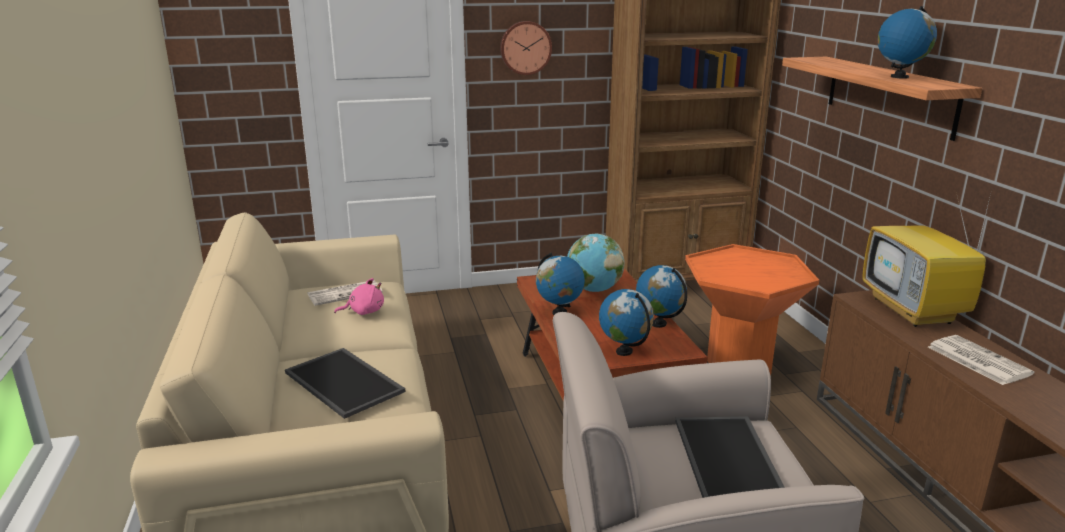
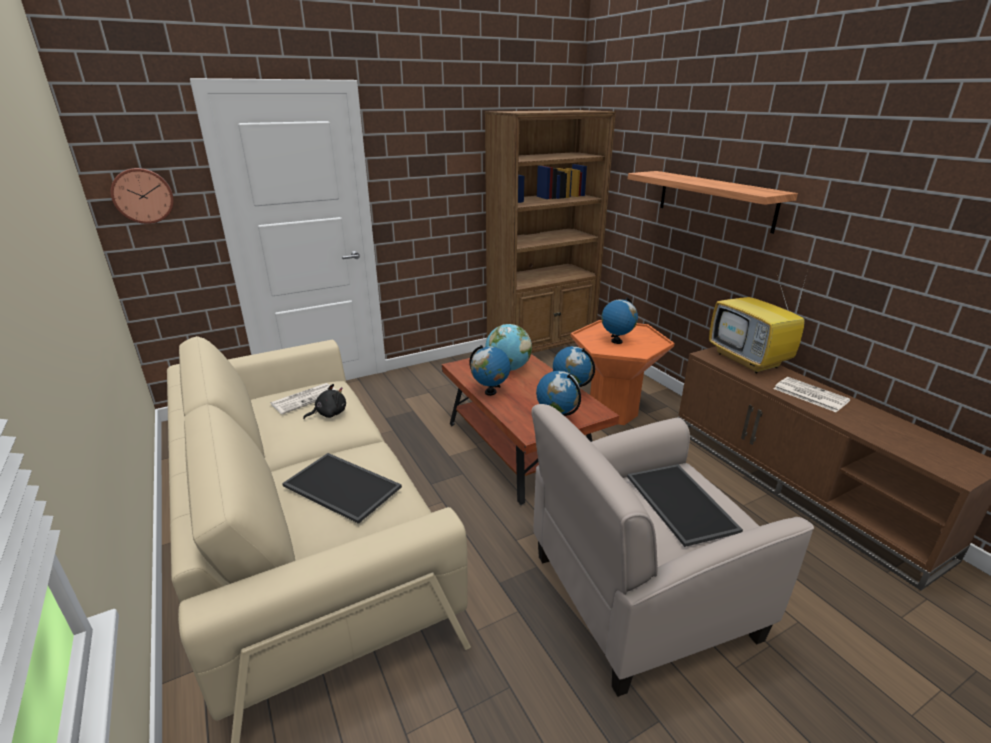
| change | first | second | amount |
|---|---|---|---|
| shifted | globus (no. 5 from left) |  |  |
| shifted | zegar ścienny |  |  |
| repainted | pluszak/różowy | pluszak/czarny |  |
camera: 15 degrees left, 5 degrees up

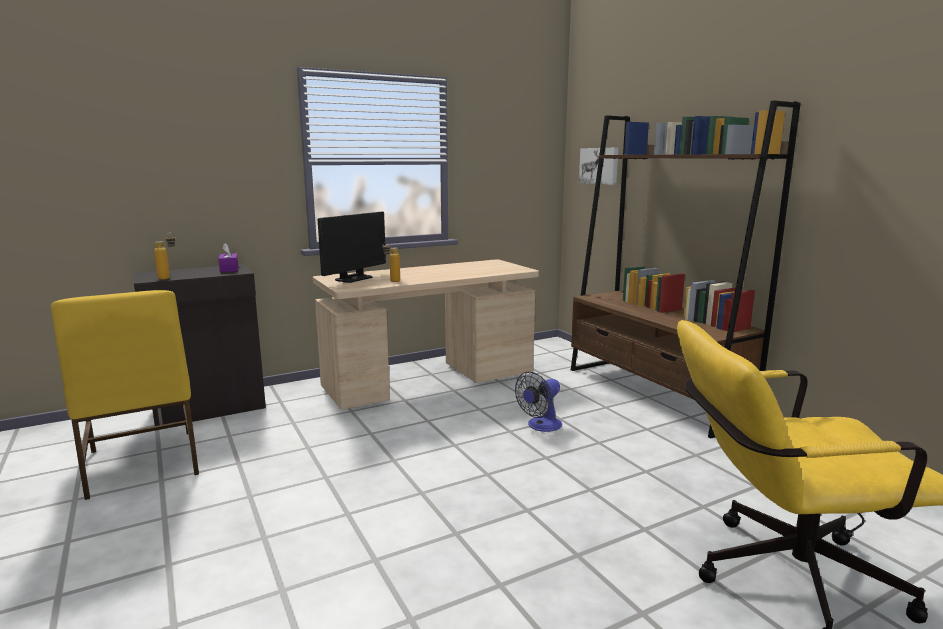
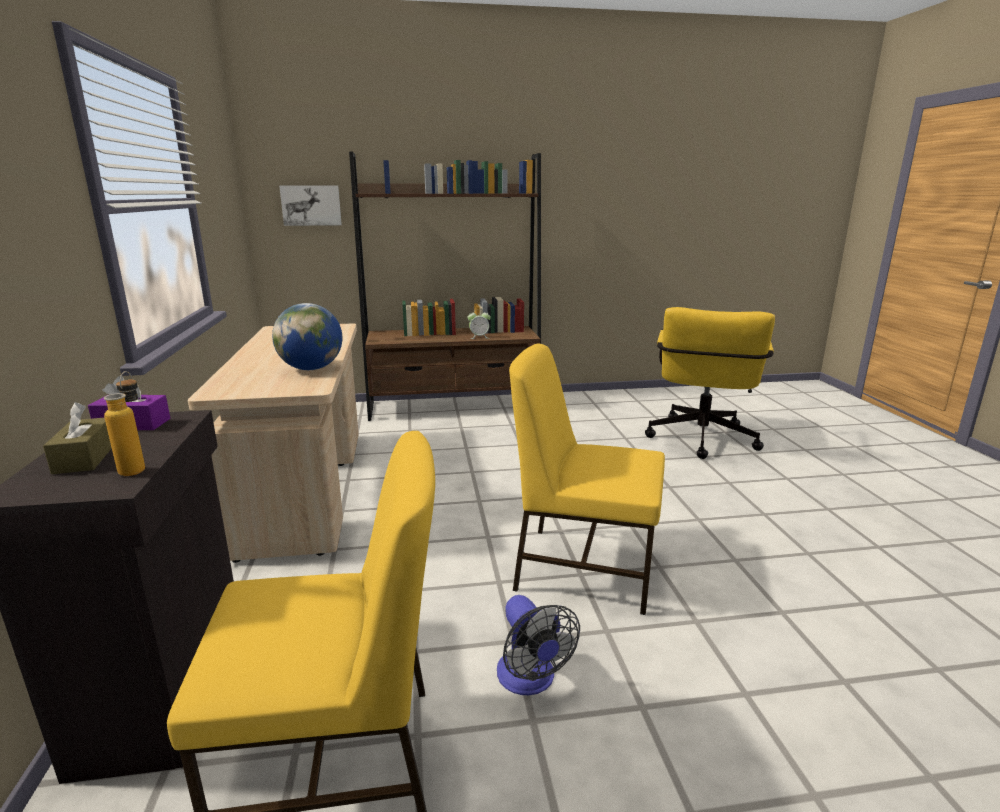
| change | first | second | amount |
|---|---|---|---|
| gone | monitor |  |  |
| swapped | butelka (no. 2 from left) | globus |  |
| shifted | wentylator |  |  |
| new |  | budzik |  |
| new |  | krzesło/żółty (no. 2 from left) |  |
| new |  | pudełko chusteczek/brązowy |  |
camera: 70 degrees left, 5 degrees up

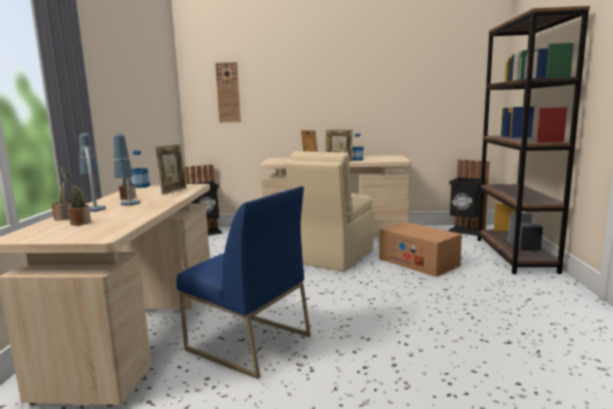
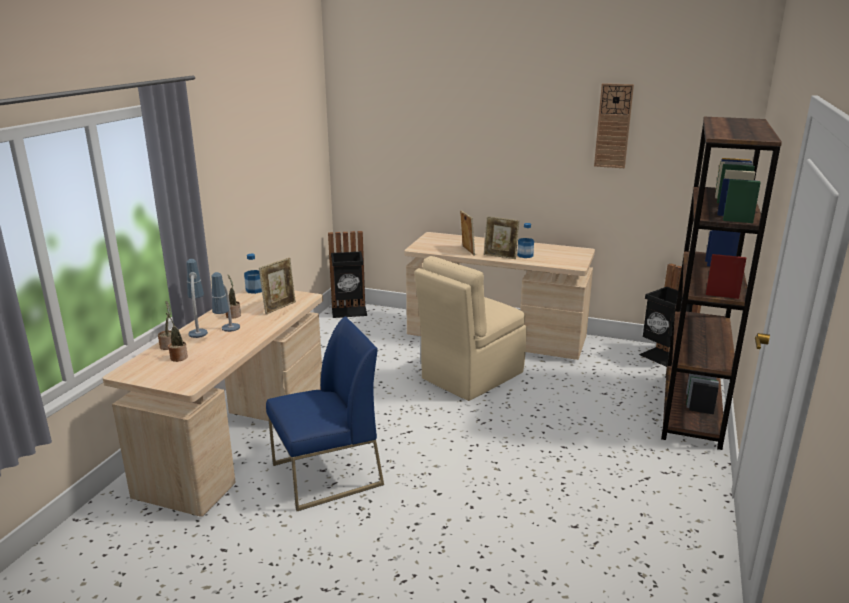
| change | first | second | amount |
|---|---|---|---|
| shifted | zegar ścienny |  |  |
| rotated | krzesło/niebieski |  | 75 degrees counterclockwise |
| gone | karton |  |  |
camera: 15 degrees right, 10 degrees up

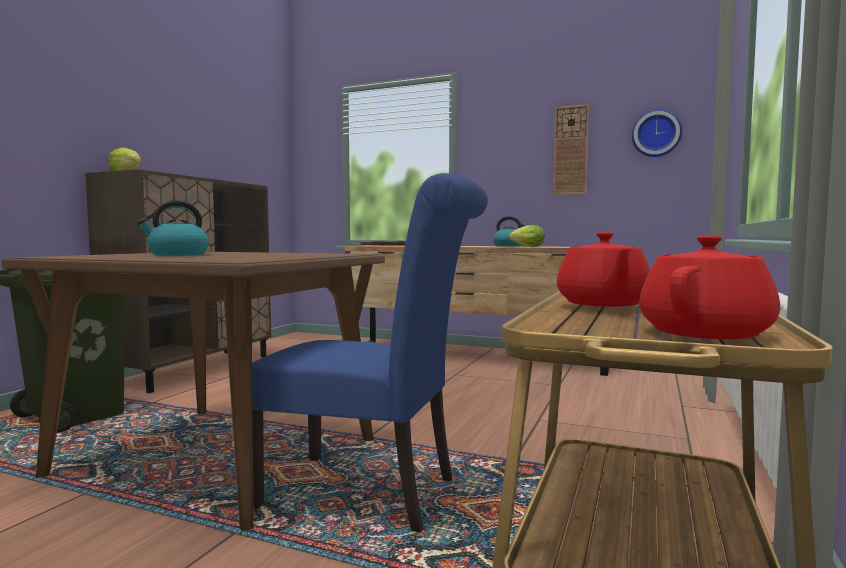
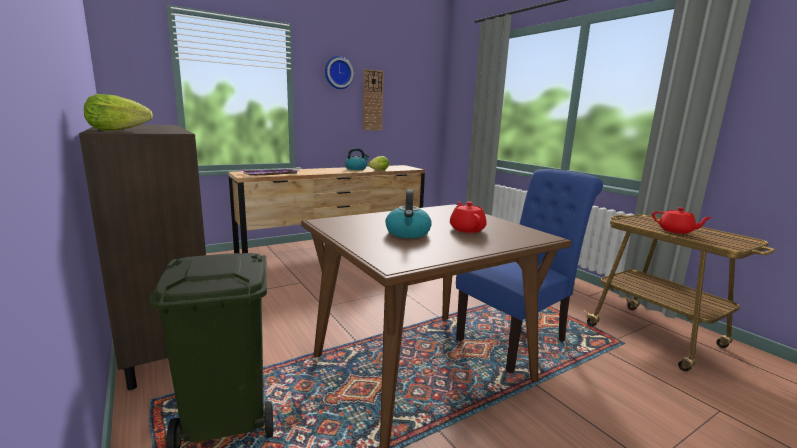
| change | first | second | amount |
|---|---|---|---|
| shifted | zegar ścienny (no. 2 from left in the first image) | zegar ścienny (no. 1 from left) |  |
| shifted | imbryk/czerwony (no. 2 from left in the first image) | imbryk/czerwony (no. 1 from left) |  |
camera: 55 degrees left, 10 degrees up

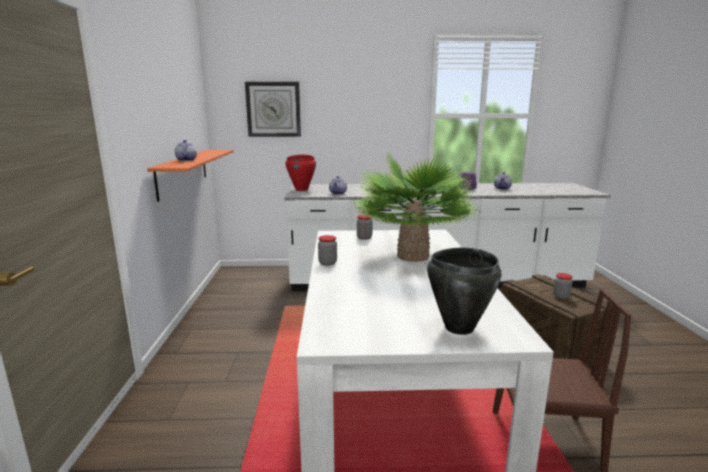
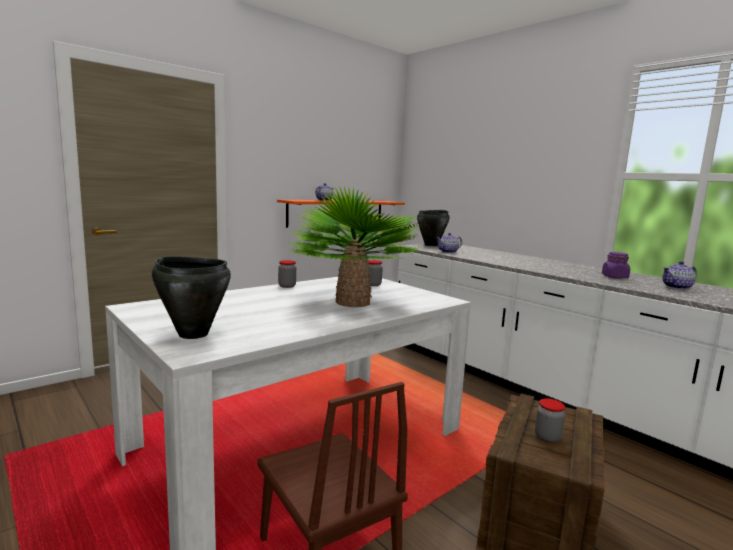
| change | first | second | amount |
|---|---|---|---|
| gone | zegar ścienny |  |  |
| repainted | garnek/czerwony | garnek/czarny (no. 2 from left) |  |
camera: 50 degrees right, 5 degrees down

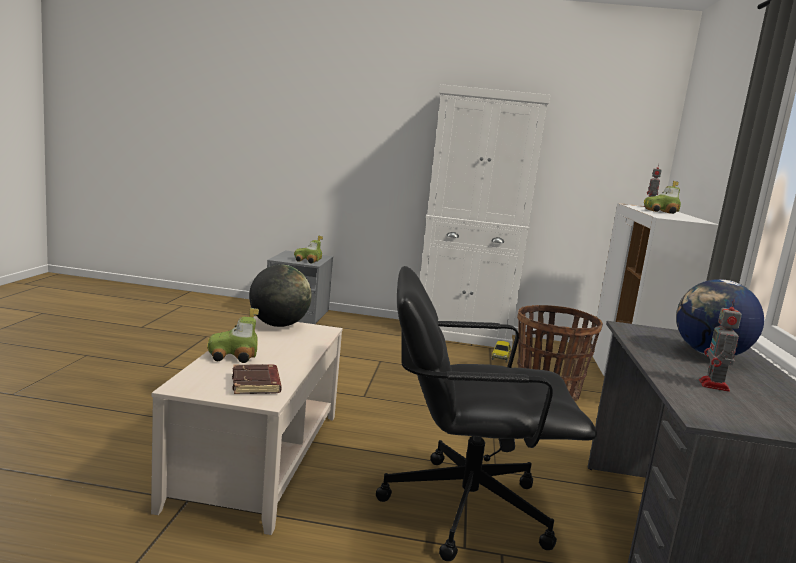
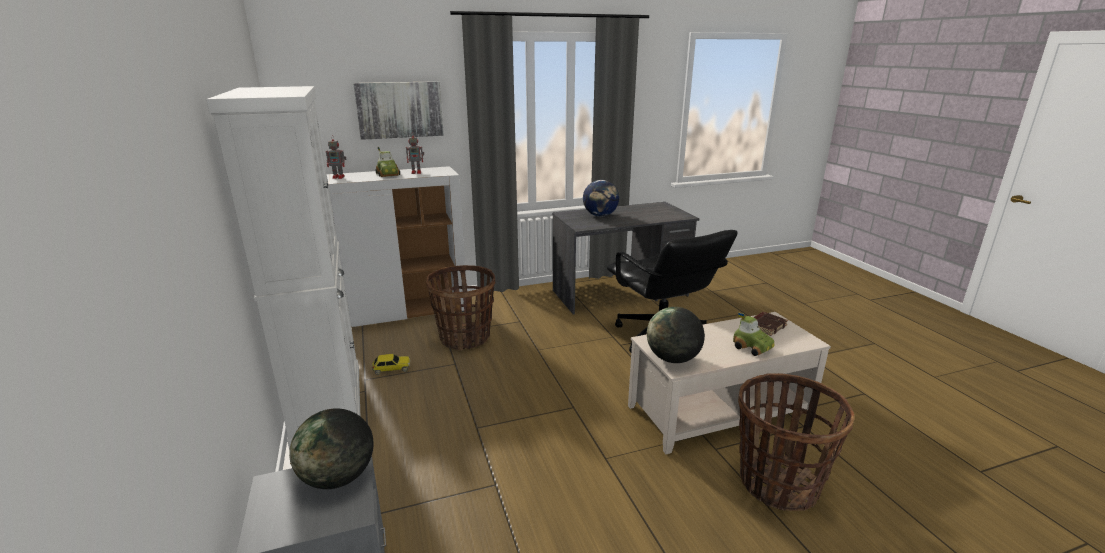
| change | first | second | amount |
|---|---|---|---|
| swapped | samochodzik (no. 2 from left) | globus (no. 1 from left) |  |
| shifted | robot zabawkowy (no. 2 from left) |  |  |
| new |  | obraz |  |
| new |  | koszyk (no. 2 from left) |  |
camera: 115 degrees left, 10 degrees up

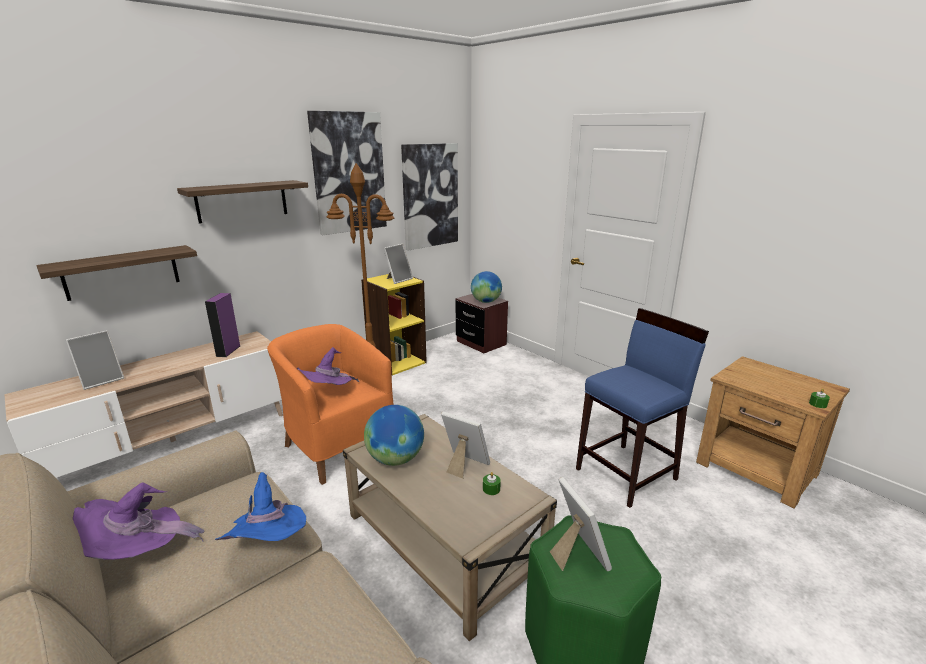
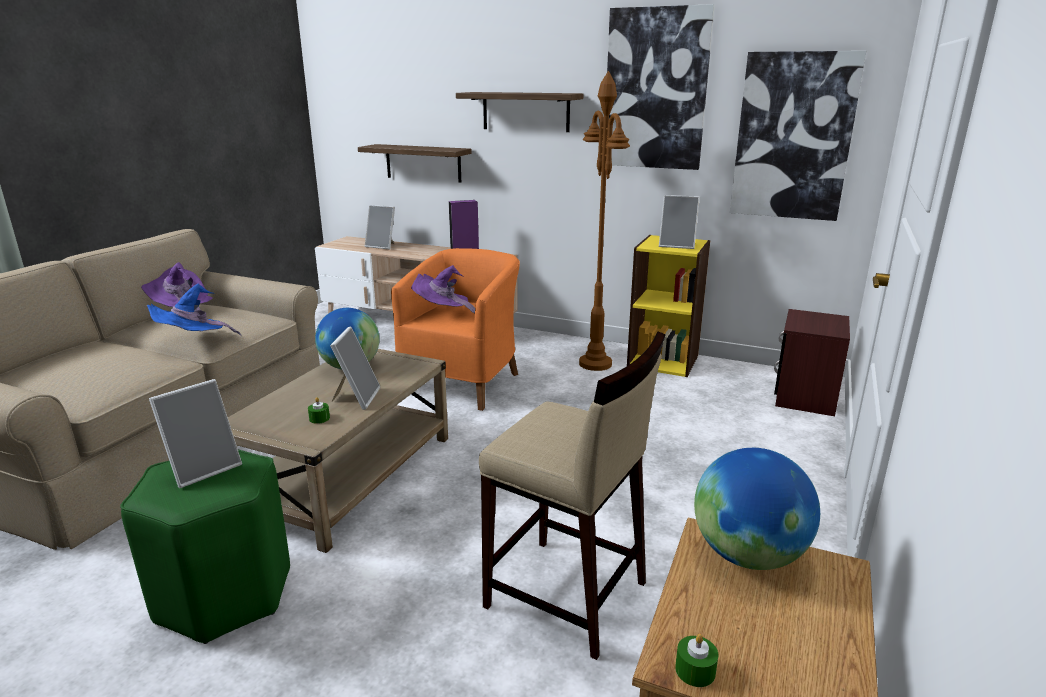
| change | first | second | amount |
|---|---|---|---|
| shifted | globus (no. 2 from left) |  |  |
| repainted | stołek/niebieski | stołek/beżowy |  |
camera: 65 degrees right, 0 degrees up

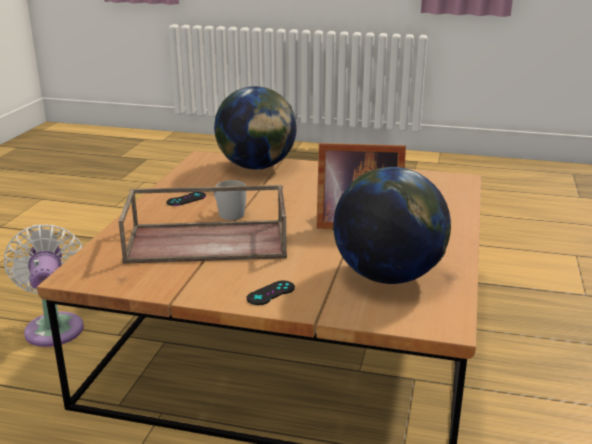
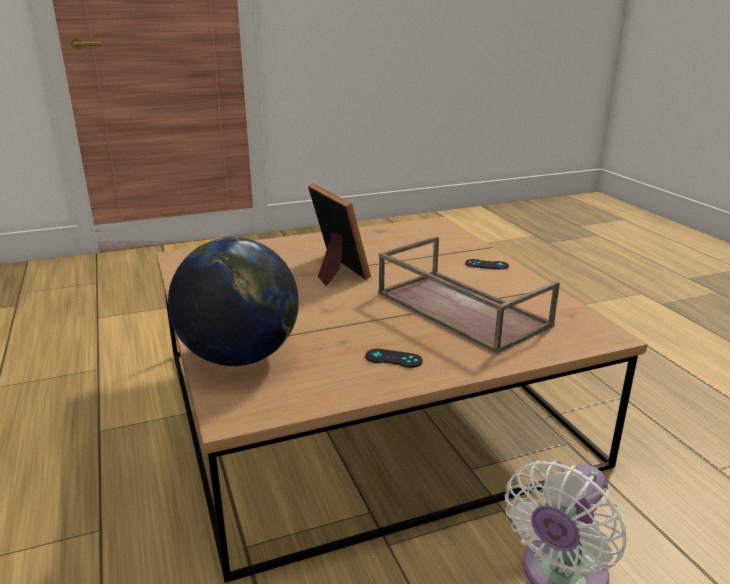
| change | first | second | amount |
|---|---|---|---|
| gone | globus (no. 2 from left) |  |  |
| gone | kubek/biały |  |  |
camera: 125 degrees left, 0 degrees up

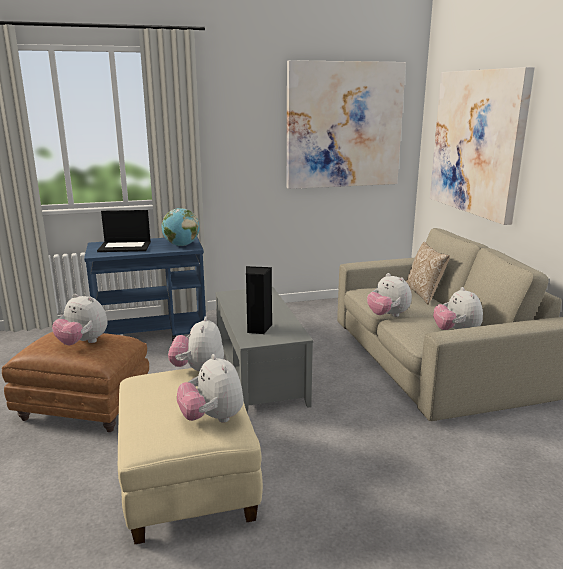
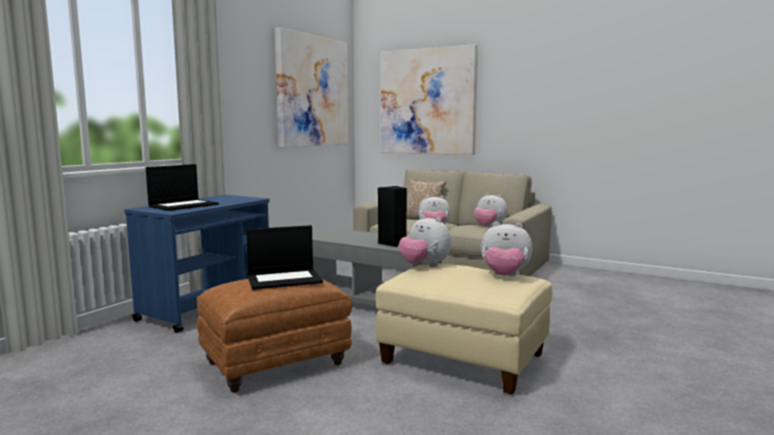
| change | first | second | amount |
|---|---|---|---|
| gone | globus |  |  |
| swapped | pluszak (no. 1 from left) | laptop (no. 2 from left) |  |
camera: 45 degrees left, 10 degrees down

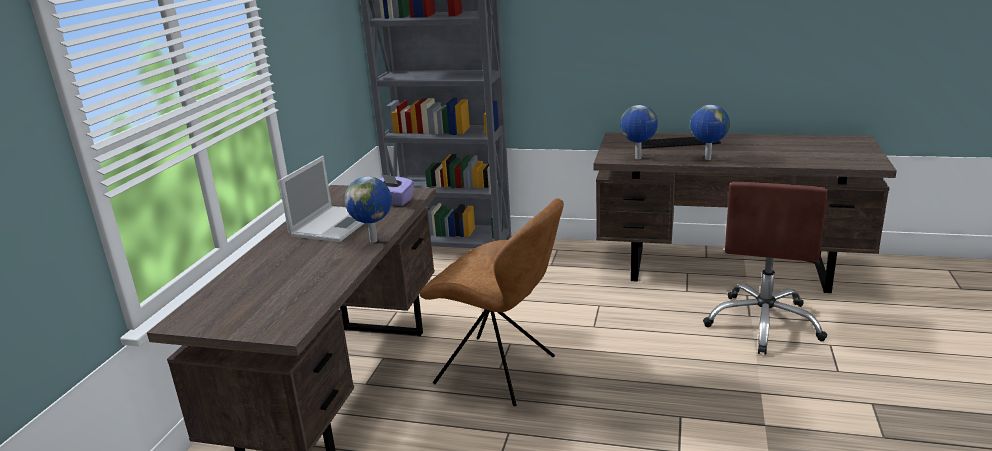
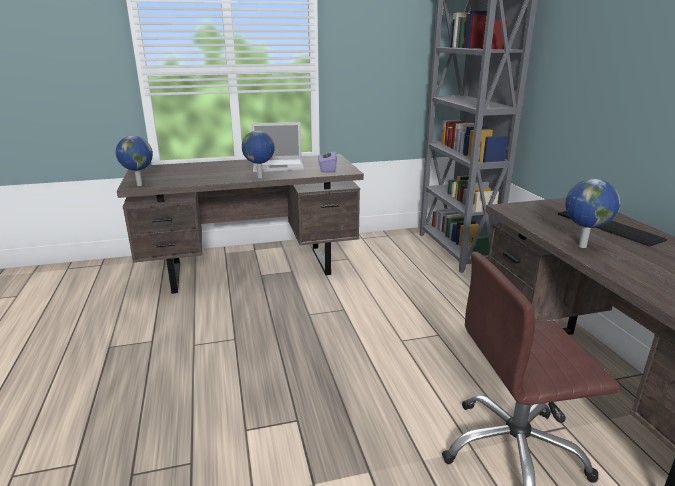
| change | first | second | amount |
|---|---|---|---|
| shifted | globus (no. 2 from left in the first image) | globus (no. 1 from left) |  |
| gone | krzesło/brązowy |  |  |
camera: 60 degrees right, 0 degrees up

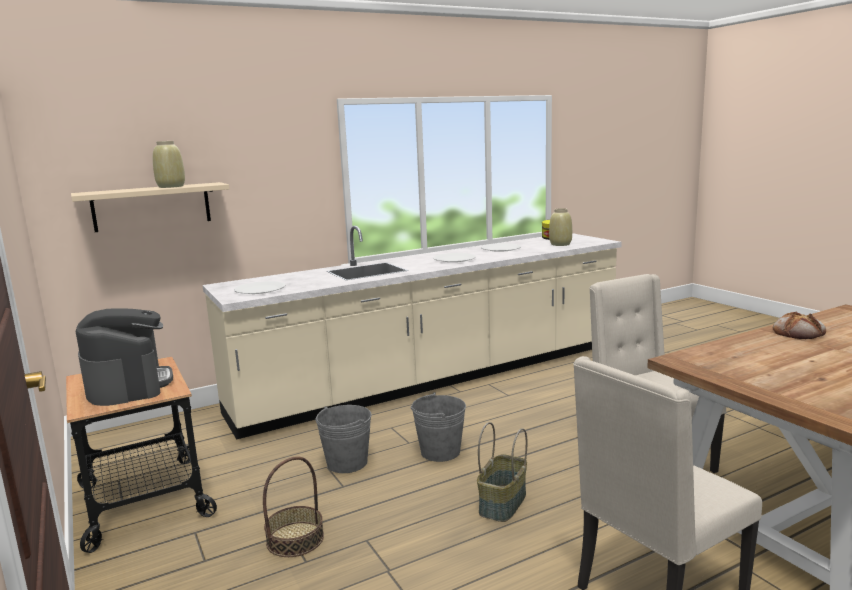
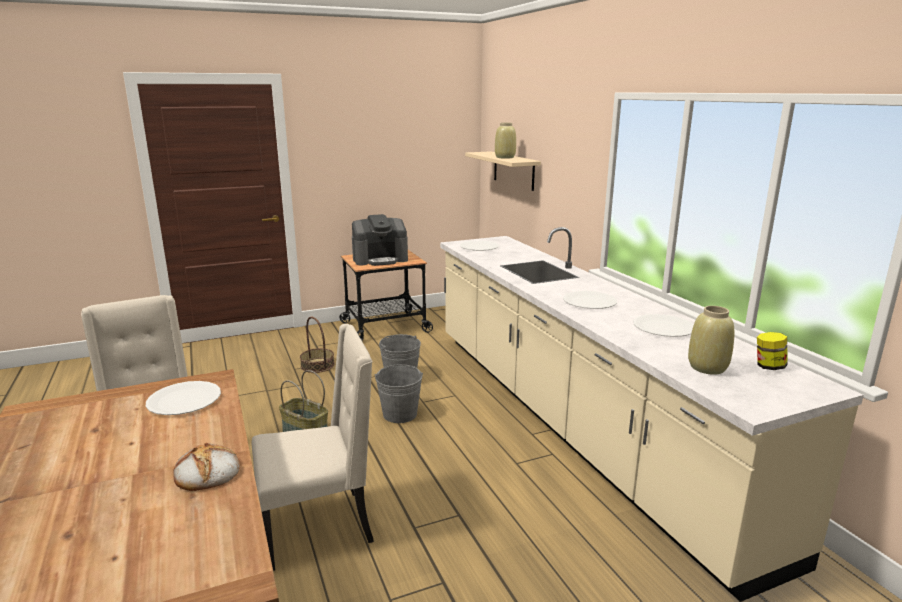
| change | first | second | amount |
|---|---|---|---|
| new |  | talerz/biały (no. 1 from left) |  |
camera: 95 degrees right, 5 degrees up

